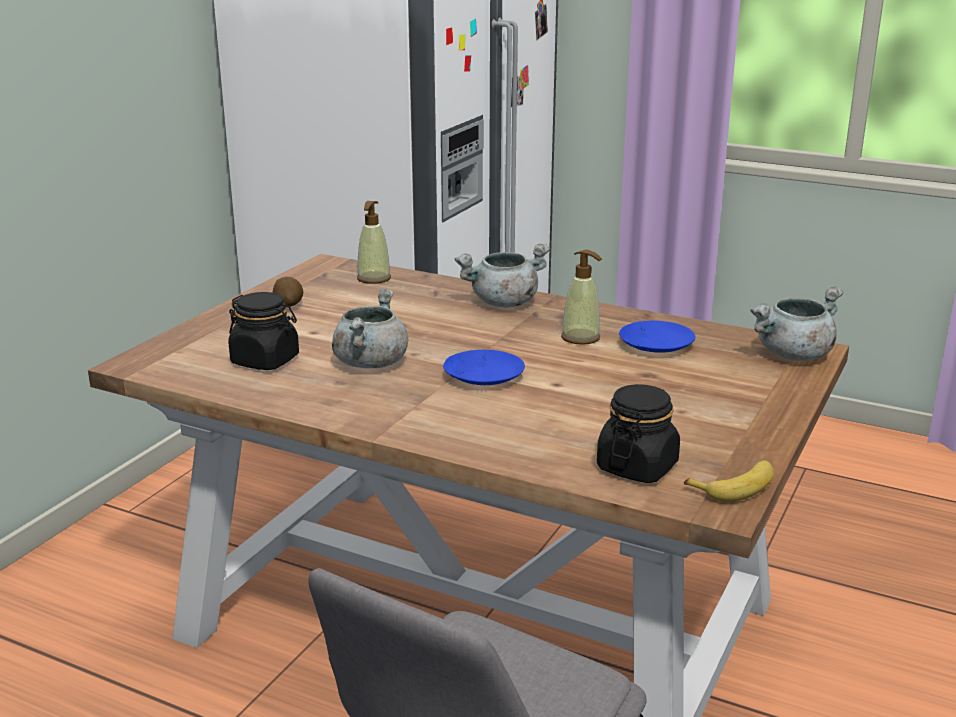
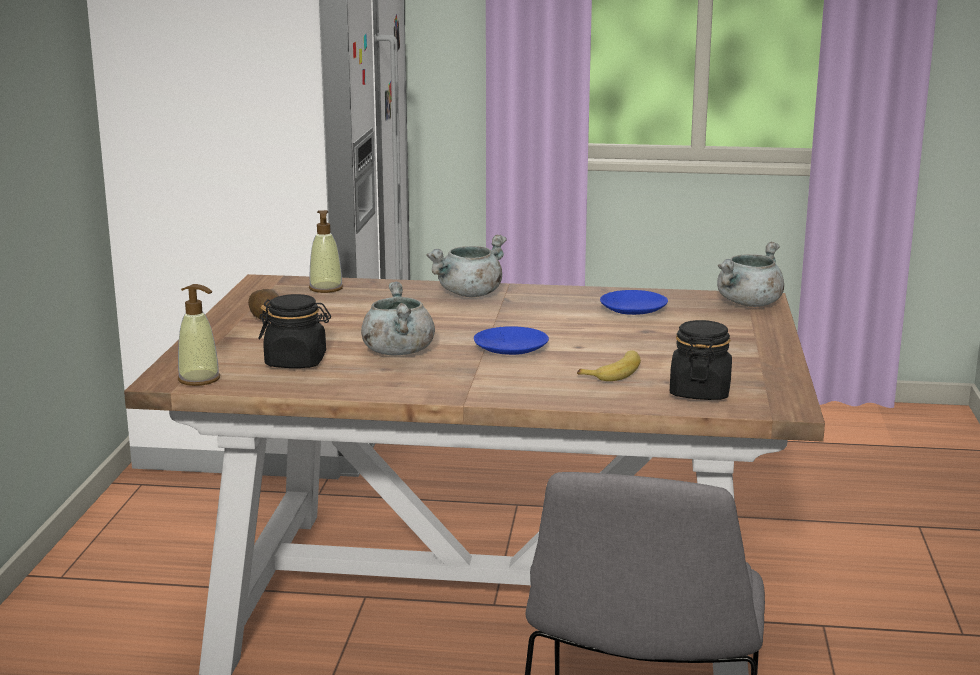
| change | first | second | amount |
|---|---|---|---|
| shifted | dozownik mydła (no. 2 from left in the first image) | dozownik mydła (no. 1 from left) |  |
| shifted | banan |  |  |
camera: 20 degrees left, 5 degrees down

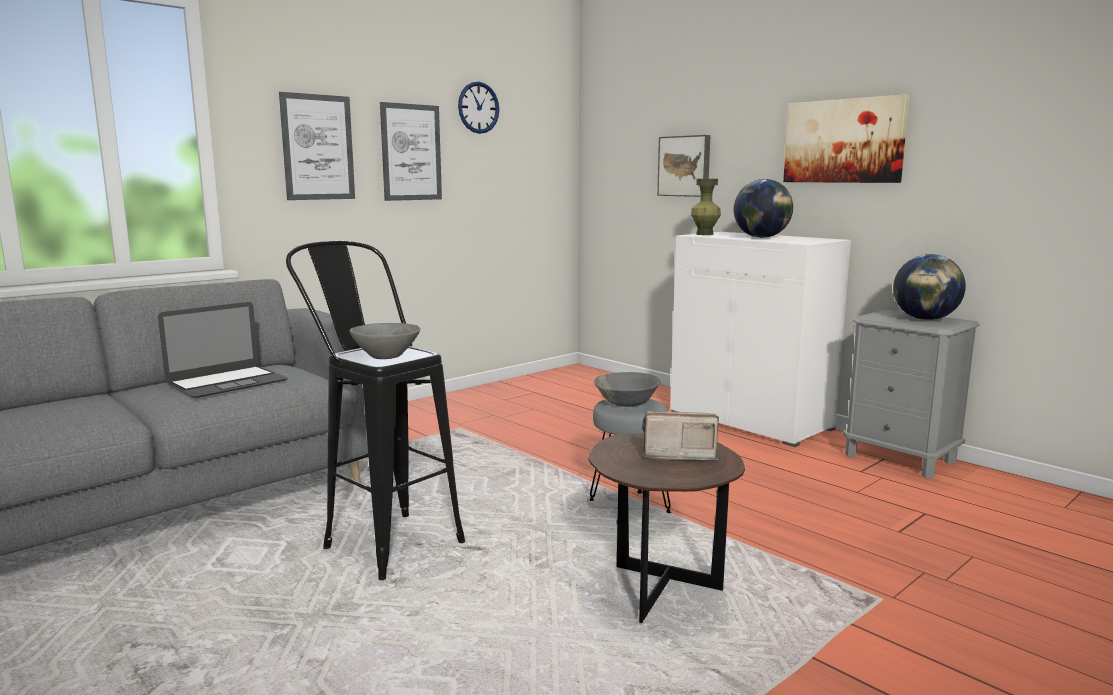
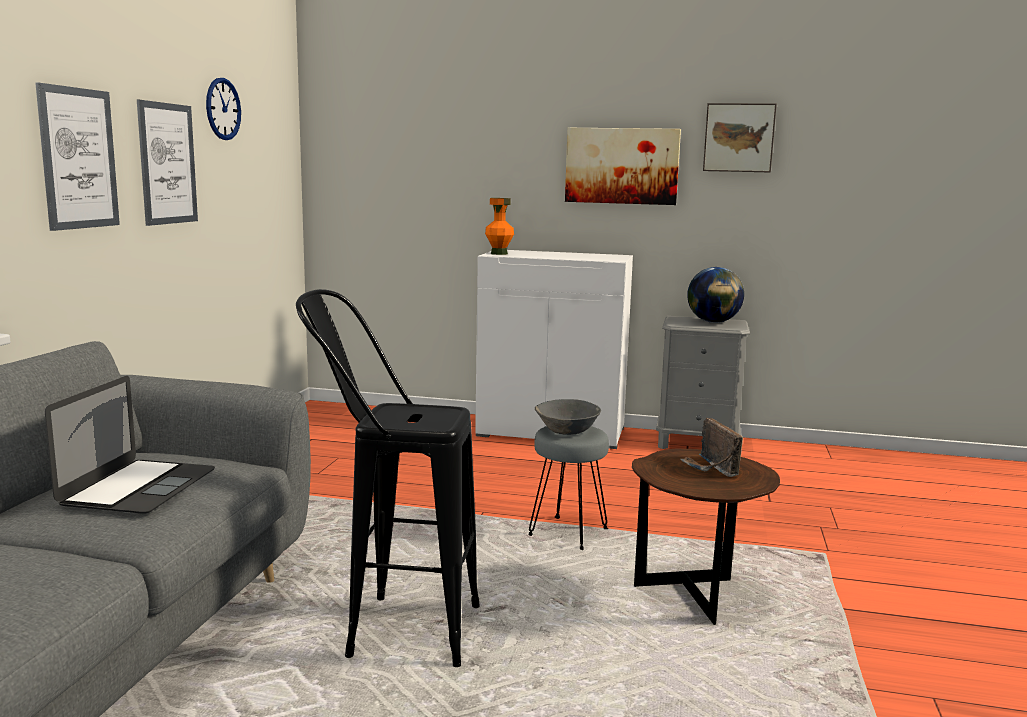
| change | first | second | amount |
|---|---|---|---|
| shifted | obraz (no. 3 from left in the first image) | obraz (no. 4 from left) |  |
| repainted | wazon/zielony | wazon/pomarańczowy |  |
| gone | globus (no. 1 from left) |  |  |
| gone | miska/szary (no. 1 from left) |  |  |
| rotated | radio |  | 75 degrees counterclockwise |
camera: 35 degrees left, 0 degrees up

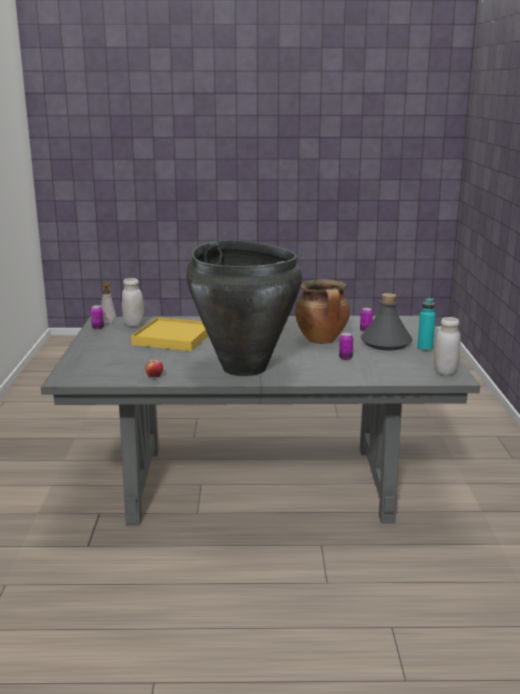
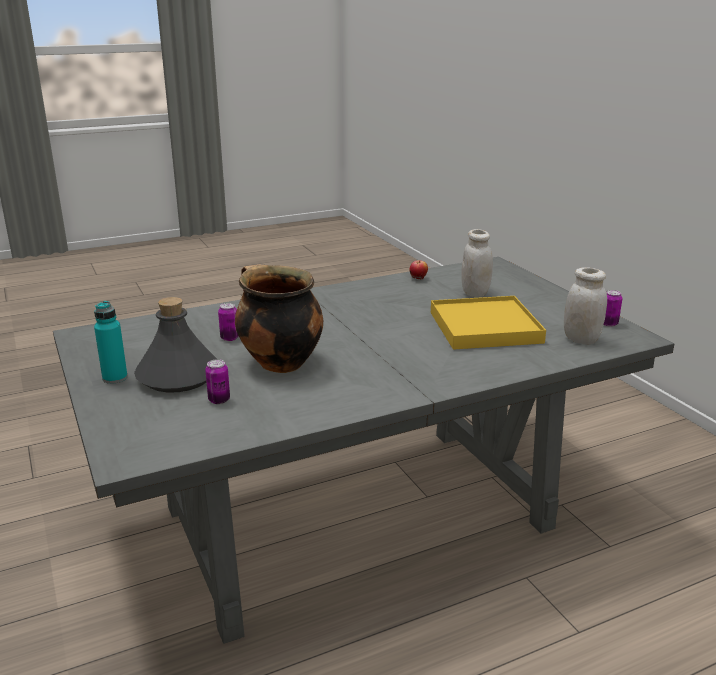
| change | first | second | amount |
|---|---|---|---|
| gone | wazon/czarny |  |  |
| gone | dozownik mydła |  |  |
| shifted | słoik/biały (no. 2 from left in the first image) | słoik/biały (no. 1 from left) |  |
camera: 155 degrees right, 5 degrees up

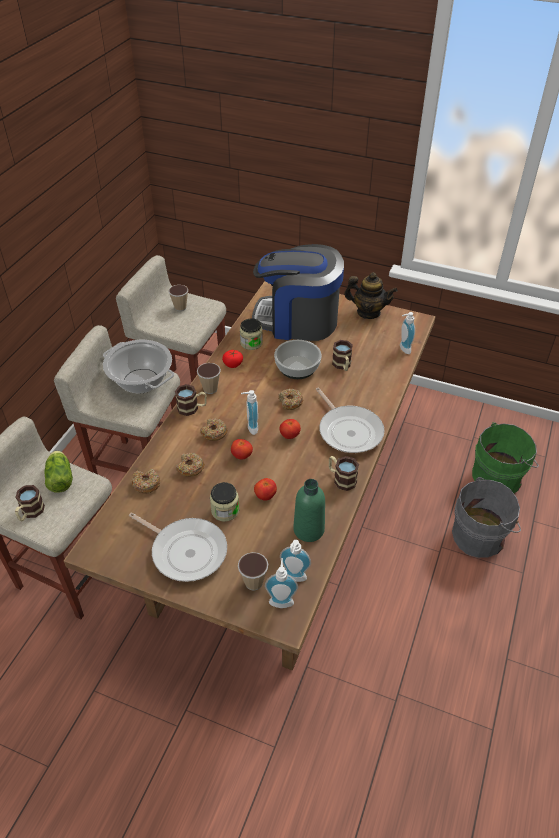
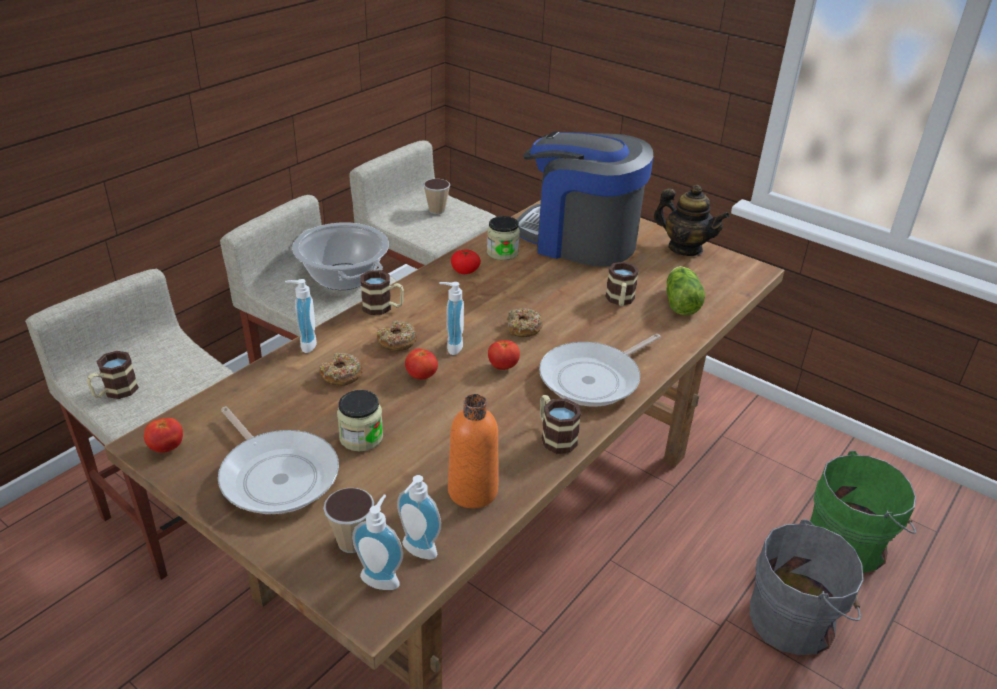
| change | first | second | amount |
|---|---|---|---|
| shifted | dozownik mydła (no. 4 from left in the first image) | dozownik mydła (no. 1 from left) |  |
| gone | miska |  |  |
| gone | filiżanka (no. 2 from left) |  |  |
| rotated | patelnia (no. 2 from left) |  | 60 degrees clockwise |
| shifted | sałata |  |  |
| gone | donut (no. 1 from left) |  |  |
| shifted | pomidor (no. 3 from left in the first image) | pomidor (no. 1 from left) |  |
| repainted | butelka/zielony | butelka/pomarańczowy |  |
camera: 15 degrees right, 10 degrees down

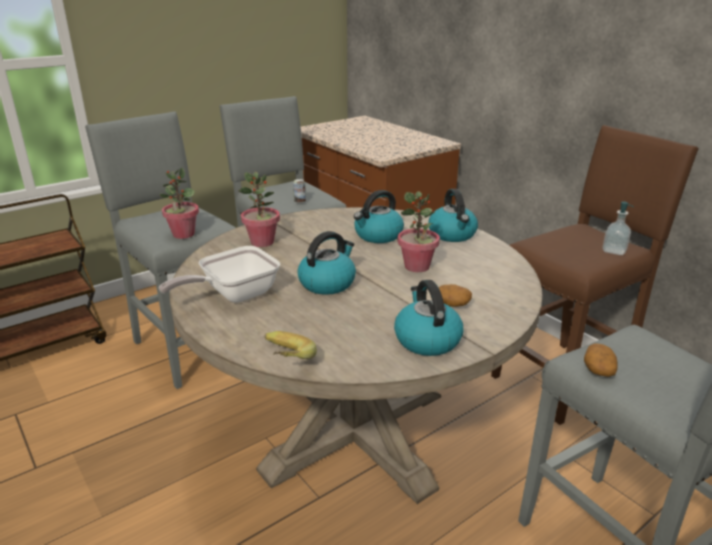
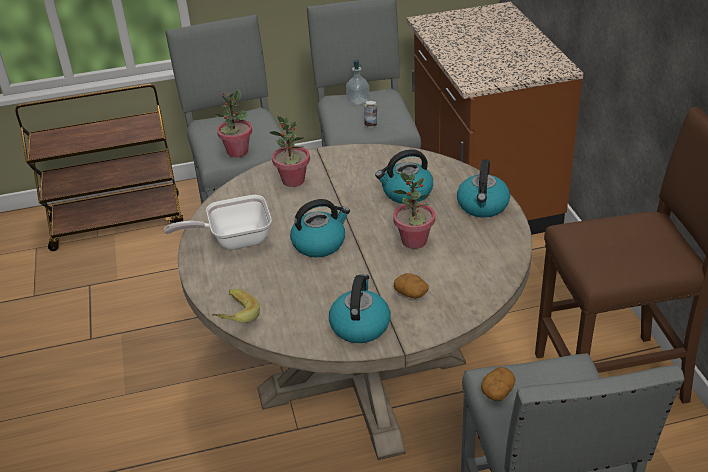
| change | first | second | amount |
|---|---|---|---|
| shifted | dozownik mydła |  |  |
camera: 25 degrees right, 10 degrees up

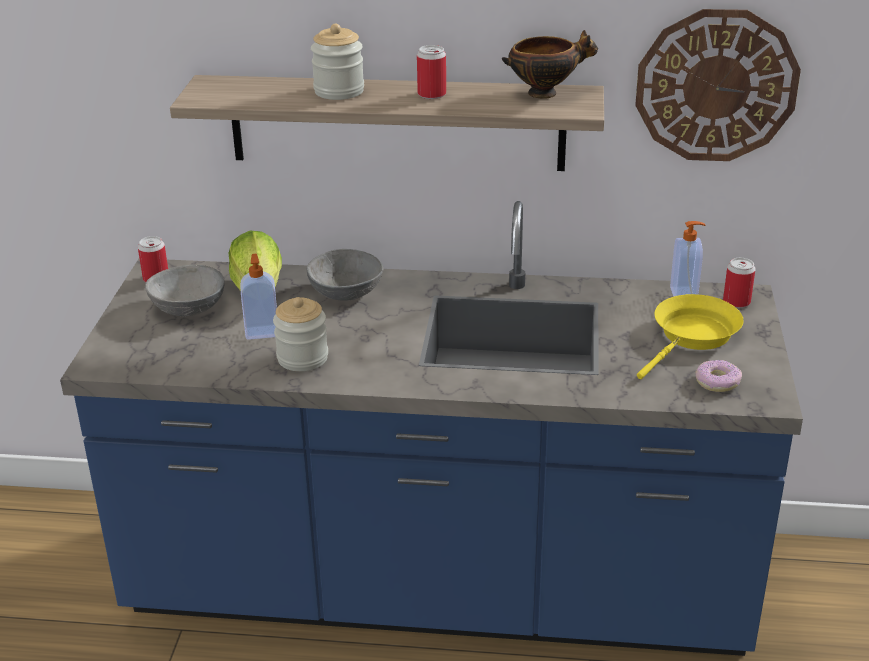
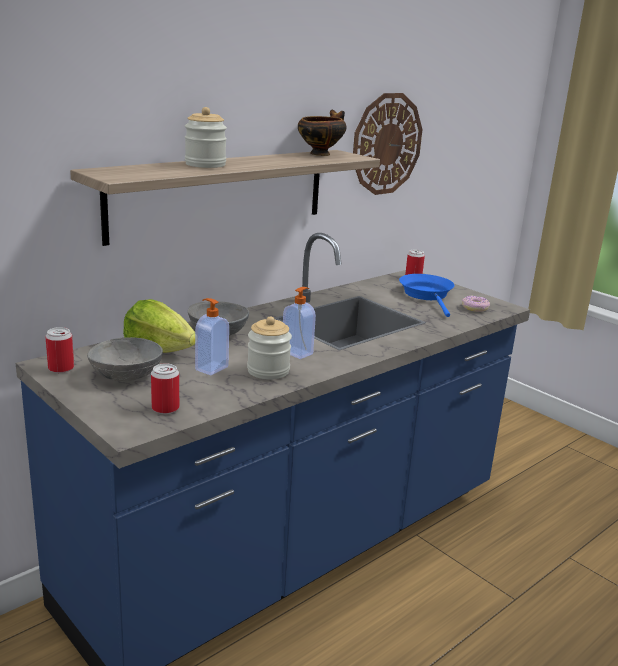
| change | first | second | amount |
|---|---|---|---|
| shifted | puszka (no. 2 from left) |  |  |
| shifted | dozownik mydła (no. 2 from left) |  |  |
| repainted | patelnia/żółty | patelnia/niebieski |  |
camera: 50 degrees left, 10 degrees down

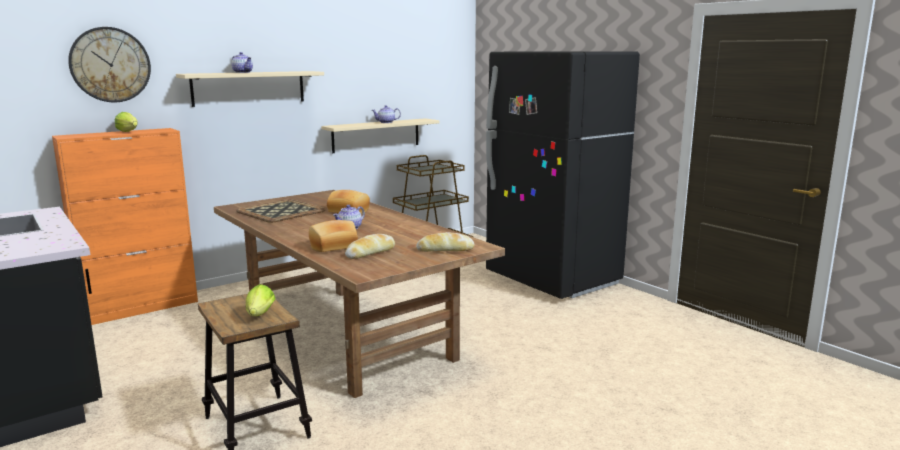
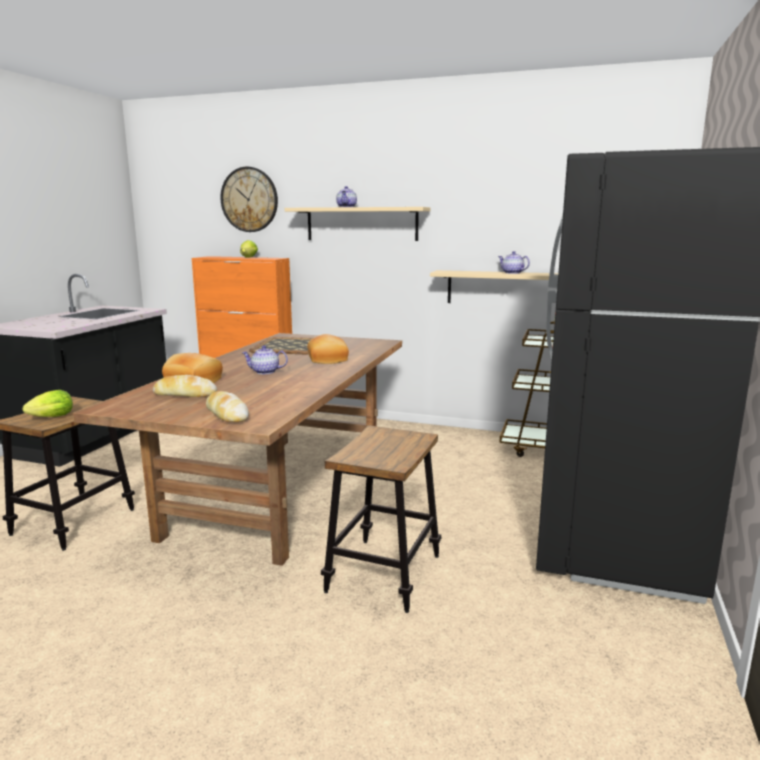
| change | first | second | amount |
|---|---|---|---|
| new |  | stołek (no. 2 from left) |  |
camera: 55 degrees right, 0 degrees up

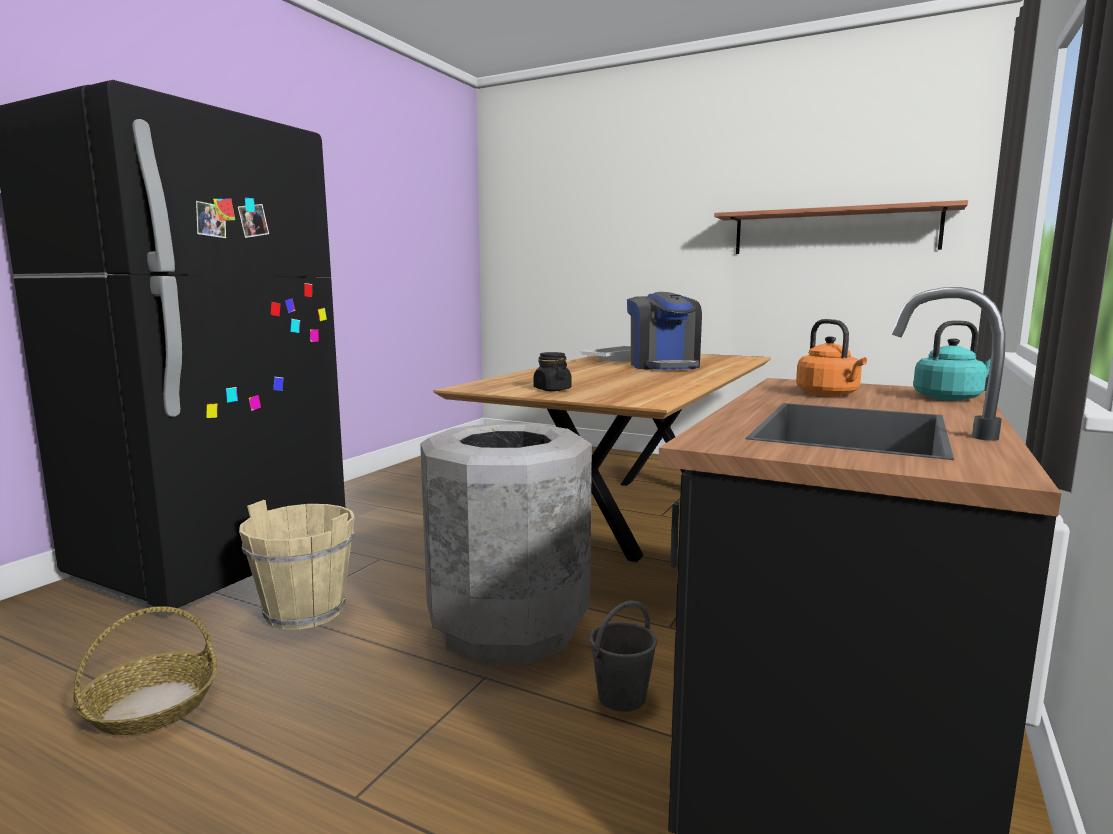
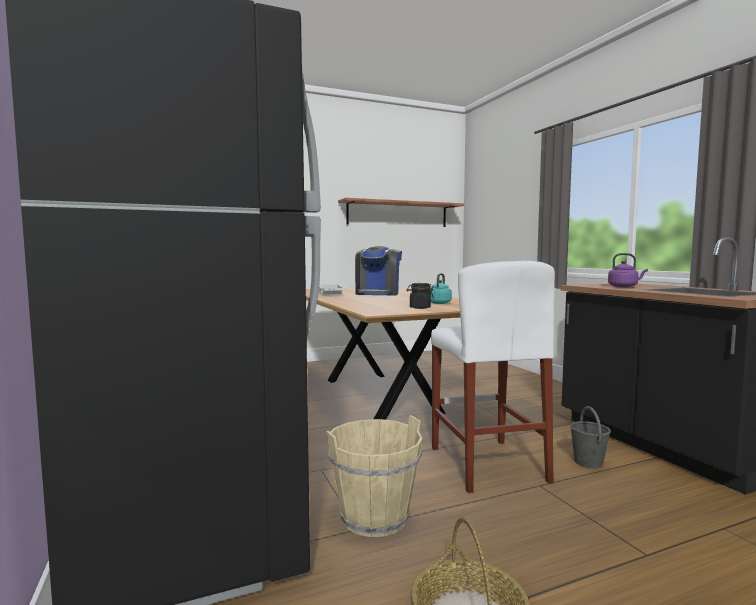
| change | first | second | amount |
|---|---|---|---|
| rotated | ekspres do kawy |  | 75 degrees clockwise |
| repainted | czajnik/pomarańczowy | czajnik/fioletowy |  |
| shifted | czajnik/turkusowy |  |  |
| swapped | kosz na śmieci/szary | stołek/biały |  |
camera: 50 degrees left, 5 degrees down

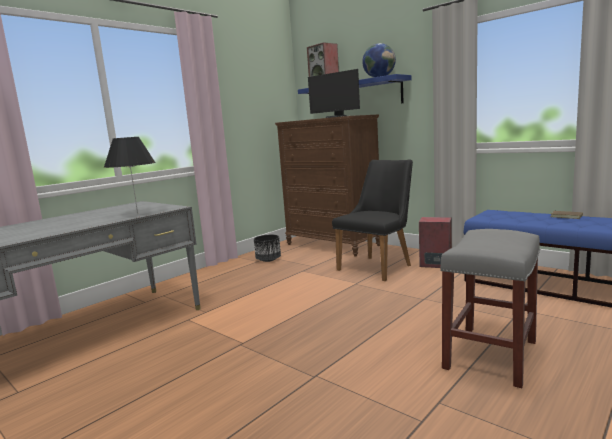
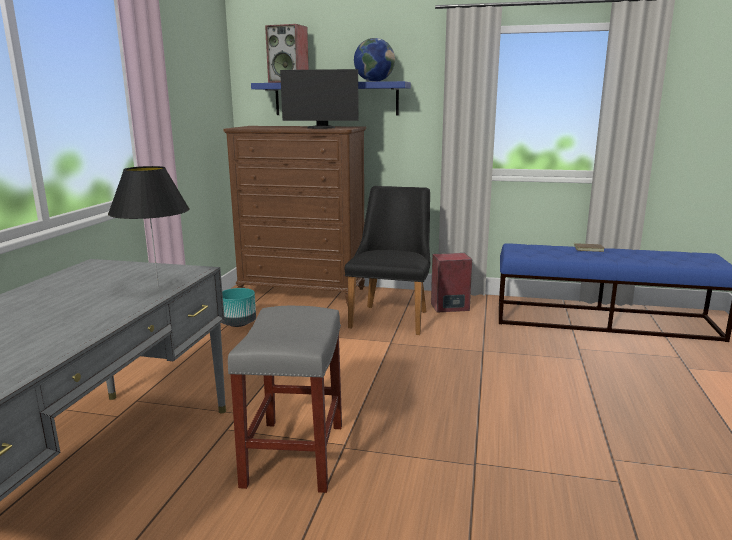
| change | first | second | amount |
|---|---|---|---|
| shifted | stołek/szary |  |  |
| repainted | donica/czarny | donica/turkusowy |  |
camera: 30 degrees left, 5 degrees up

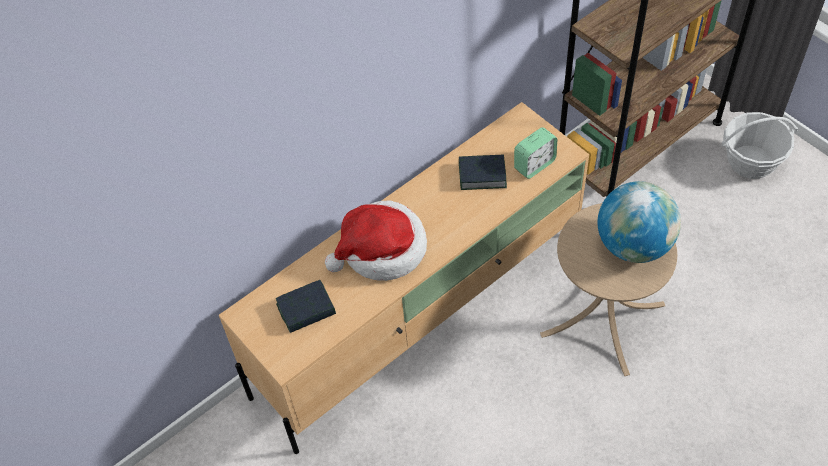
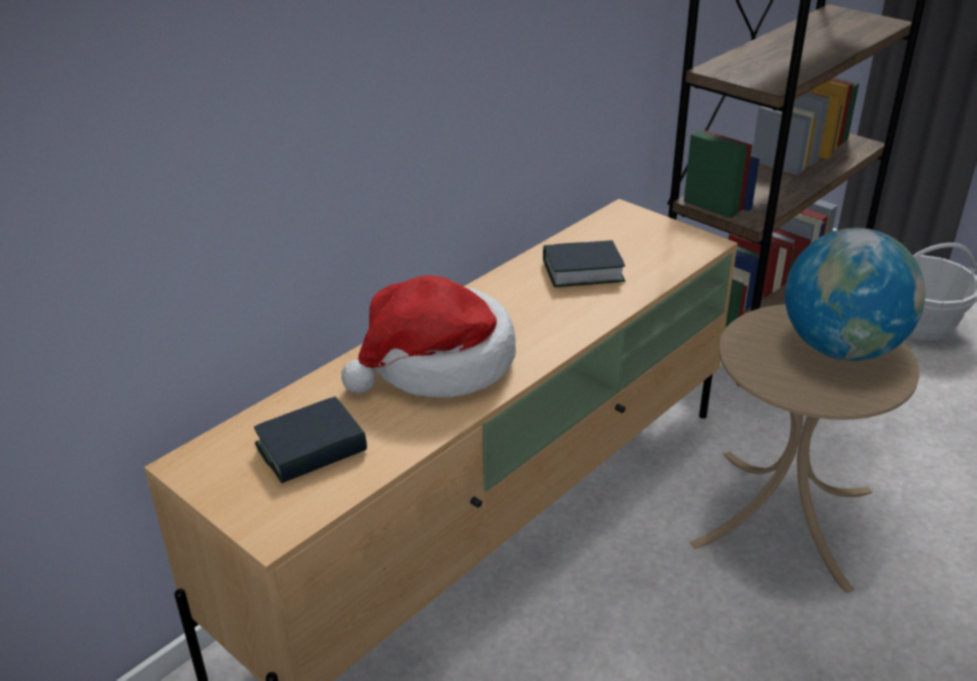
| change | first | second | amount |
|---|---|---|---|
| gone | budzik |  |  |
camera: 10 degrees left, 20 degrees down

